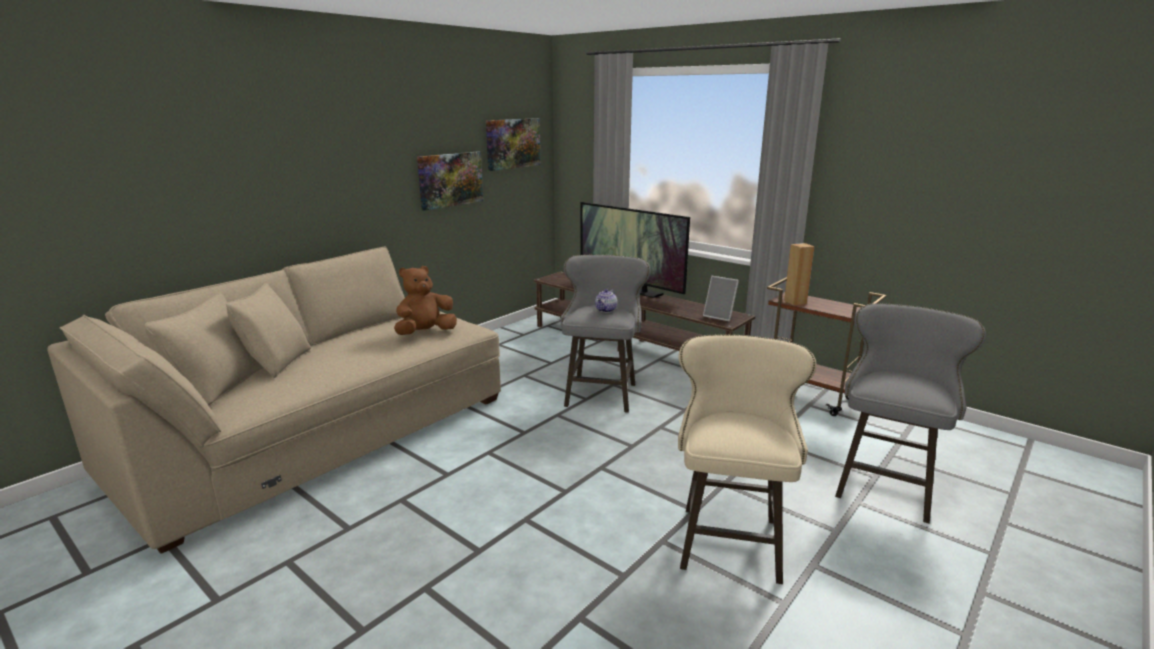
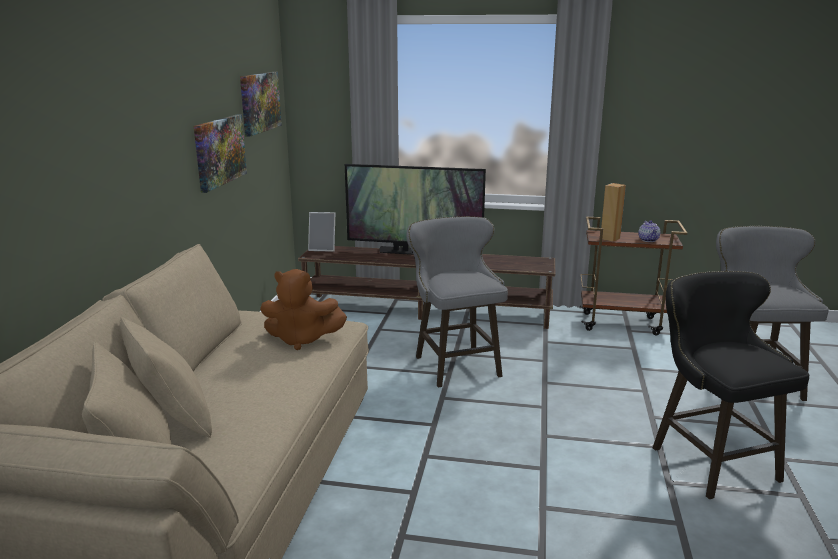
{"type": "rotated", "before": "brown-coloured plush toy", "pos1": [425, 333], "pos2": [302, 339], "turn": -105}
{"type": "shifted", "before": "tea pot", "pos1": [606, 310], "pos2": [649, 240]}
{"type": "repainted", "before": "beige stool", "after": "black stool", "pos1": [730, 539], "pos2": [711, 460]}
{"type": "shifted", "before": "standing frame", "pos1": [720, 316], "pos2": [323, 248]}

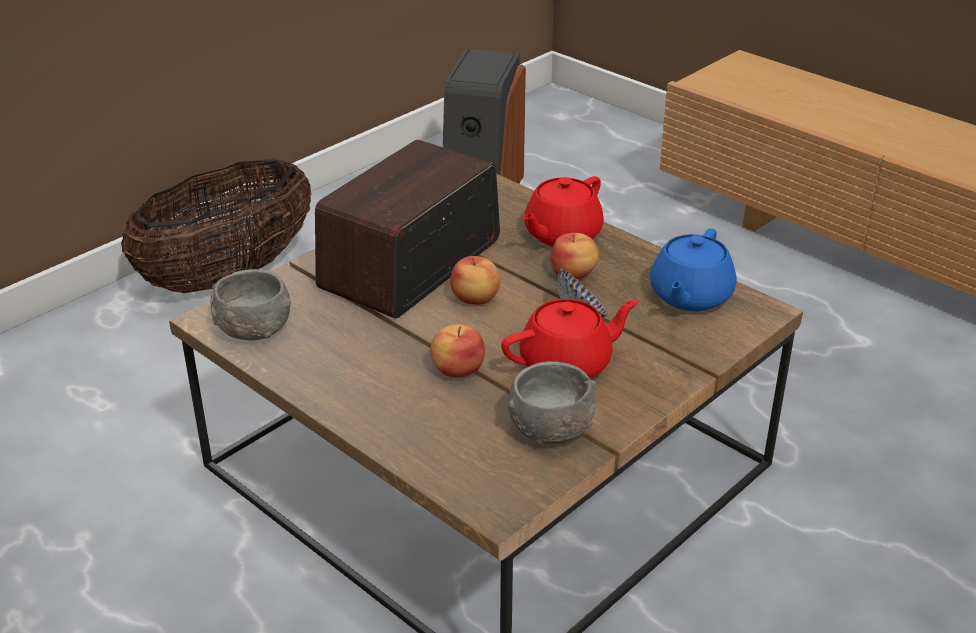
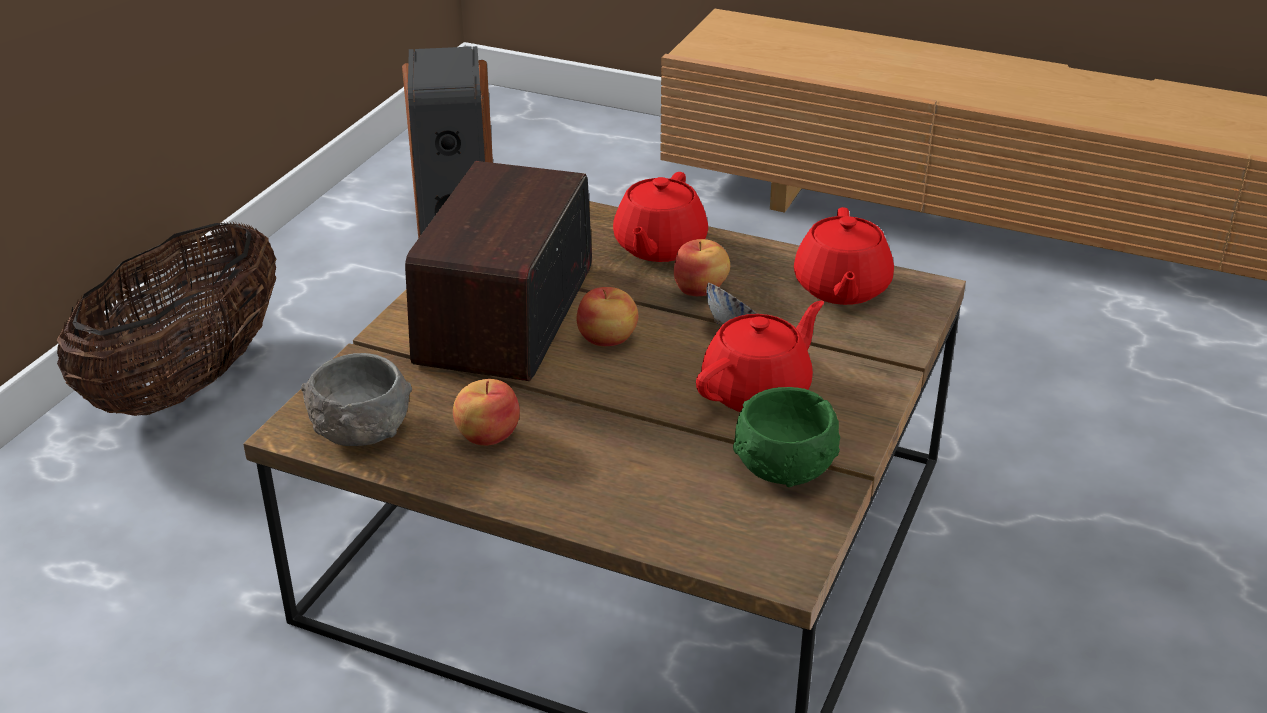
{"type": "shifted", "before": "apple fruit", "pos1": [457, 369], "pos2": [487, 435]}
{"type": "repainted", "before": "greyish deep dish", "after": "green-coloured deep dish", "pos1": [551, 428], "pos2": [785, 466]}
{"type": "repainted", "before": "bluish tea pot", "after": "reddish tea pot", "pos1": [689, 296], "pos2": [841, 288]}

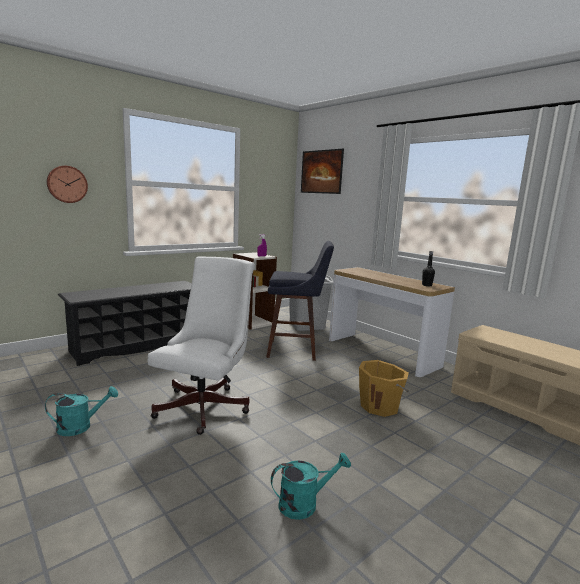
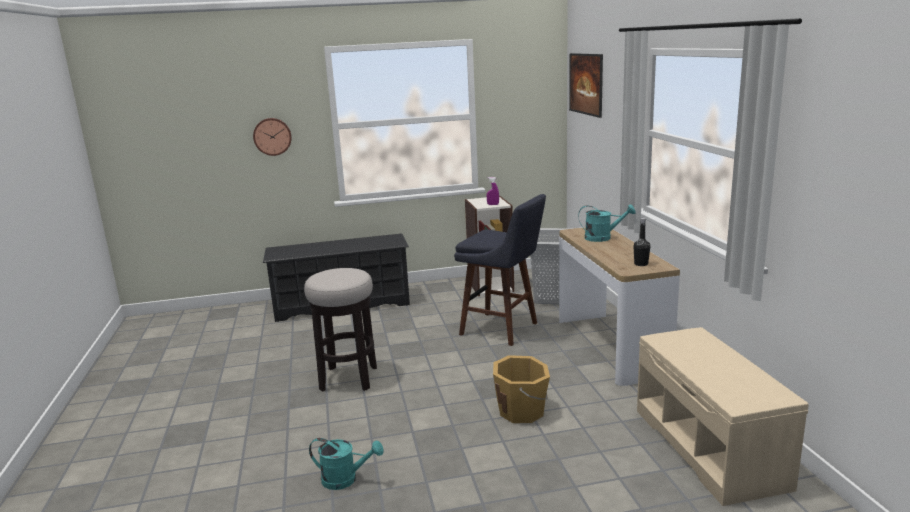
{"type": "shifted", "before": "blue-green sprinkling can", "pos1": [81, 427], "pos2": [603, 238]}
{"type": "swapped", "before": "white-coloured office chair", "after": "stool", "pos1": [206, 405], "pos2": [349, 378]}

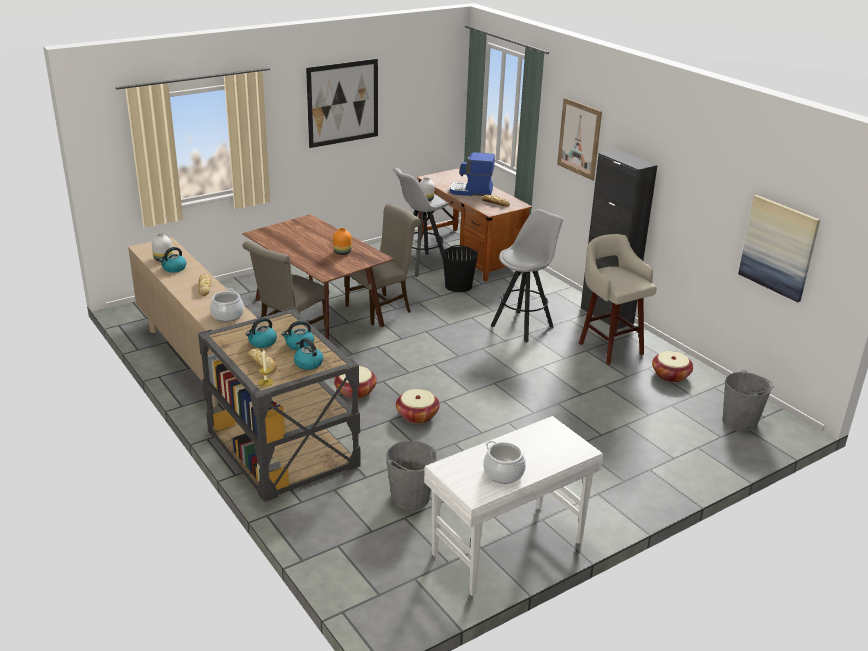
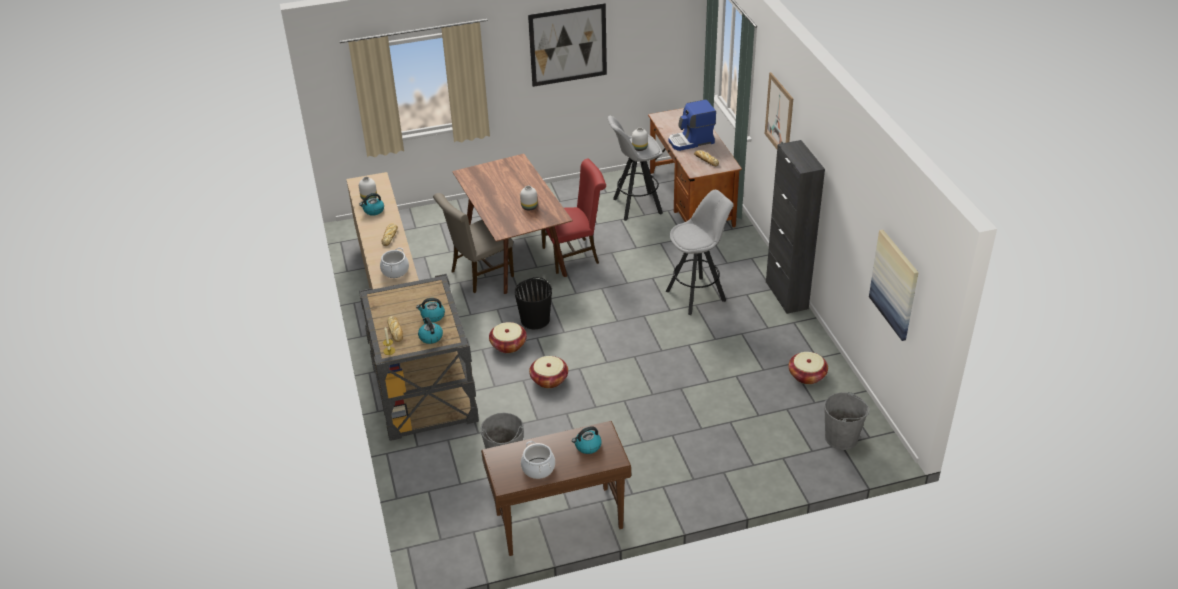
{"type": "shifted", "before": "tea kettle", "pos1": [262, 342], "pos2": [587, 446]}
{"type": "repainted", "before": "orange-coloured flower vase", "after": "white-coloured flower vase", "pos1": [343, 252], "pos2": [529, 207]}
{"type": "repainted", "before": "beige plain chair", "after": "reddish plain chair", "pos1": [381, 308], "pos2": [574, 254]}
{"type": "repainted", "before": "white-coloured console table", "after": "brown-coloured console table", "pos1": [507, 549], "pos2": [558, 522]}
{"type": "shifted", "before": "black water bucket", "pos1": [458, 286], "pos2": [535, 319]}
{"type": "rotated", "before": "coffee machine", "pos1": [471, 192], "pos2": [691, 141], "turn": -45}
{"type": "gone", "before": "beige stool", "pos1": [609, 347]}

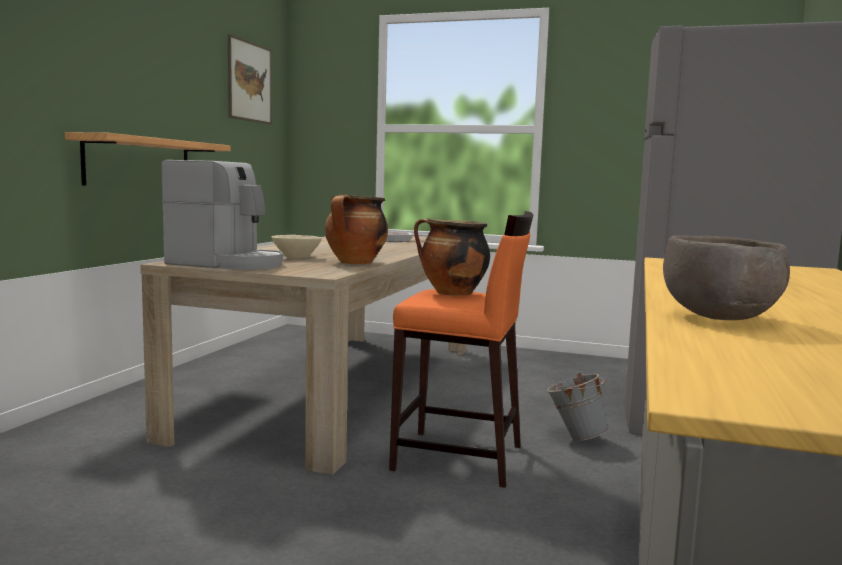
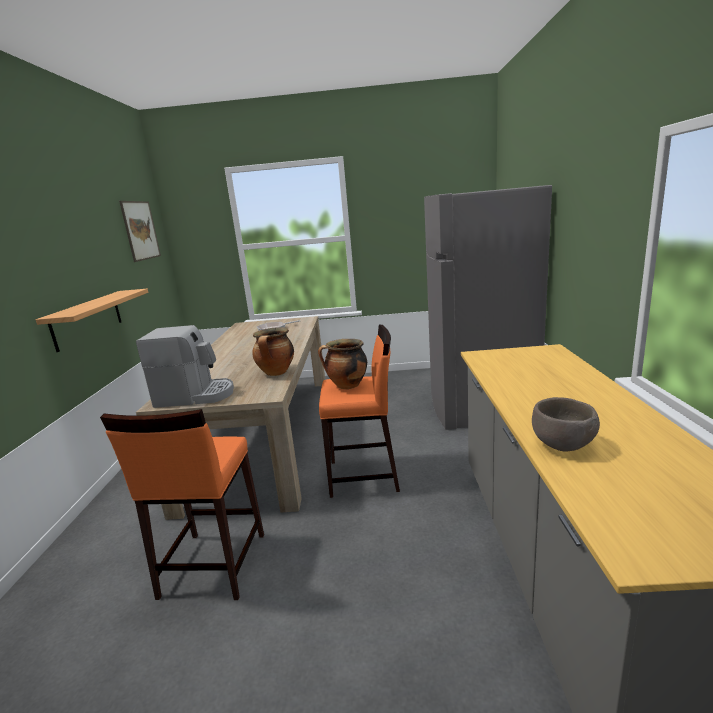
{"type": "gone", "before": "beige deep dish", "pos1": [297, 257]}
{"type": "gone", "before": "greyish water bucket", "pos1": [574, 438]}
{"type": "new", "after": "orange-coloured stool", "pos2": [212, 565]}

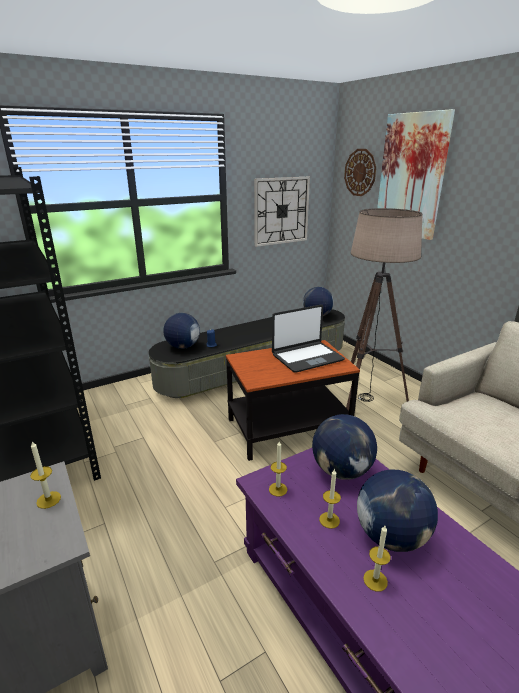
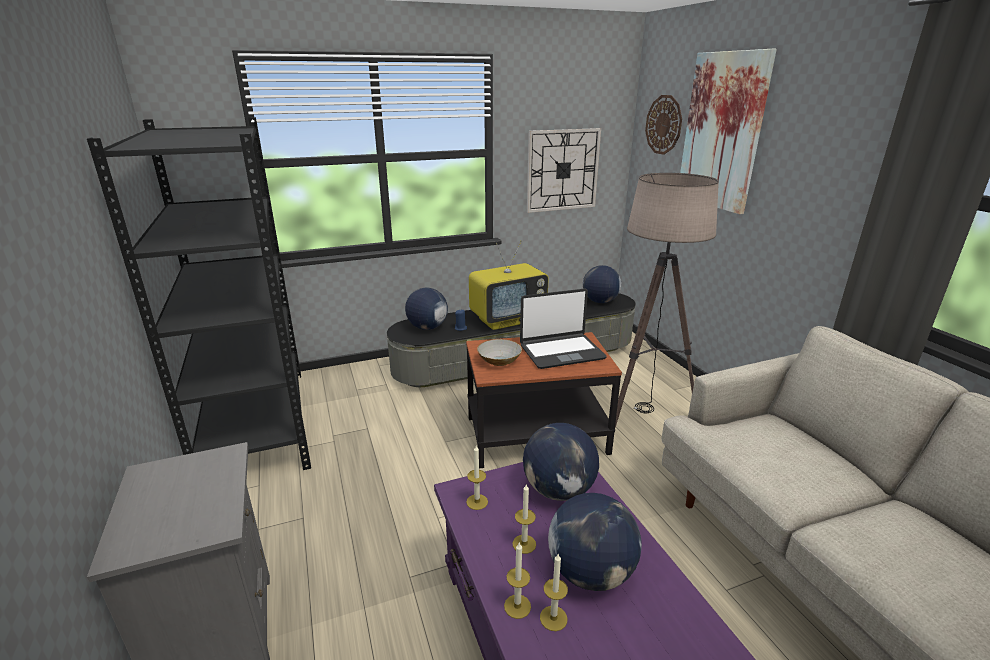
{"type": "shifted", "before": "wax candle", "pos1": [48, 500], "pos2": [517, 606]}
{"type": "new", "after": "TV set", "pos2": [508, 319]}
{"type": "new", "after": "deep dish", "pos2": [499, 361]}

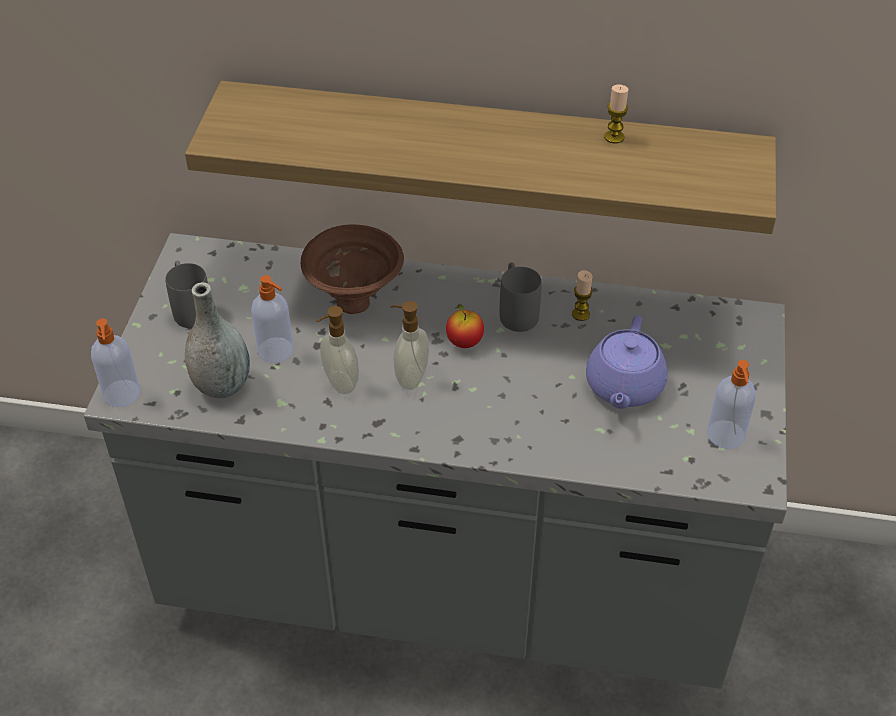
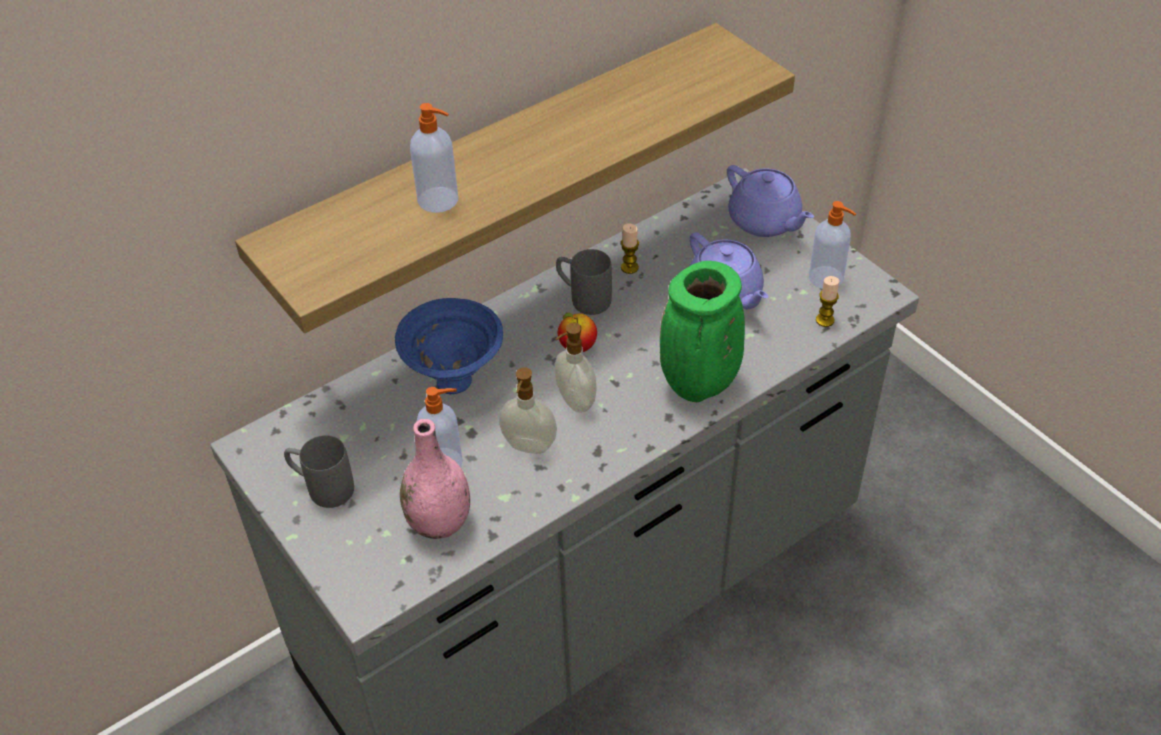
{"type": "shifted", "before": "soap bottle", "pos1": [122, 394], "pos2": [439, 200]}
{"type": "repainted", "before": "greyish flower vase", "after": "pink-coloured flower vase", "pos1": [222, 386], "pos2": [439, 523]}
{"type": "repainted", "before": "brown-coloured deep dish", "after": "bluish deep dish", "pos1": [356, 302], "pos2": [454, 379]}
{"type": "shifted", "before": "wax candle", "pos1": [614, 137], "pos2": [825, 320]}
{"type": "new", "after": "green-coloured flower vase", "pos2": [699, 386]}
{"type": "new", "after": "purple-coloured tea pot", "pos2": [765, 222]}

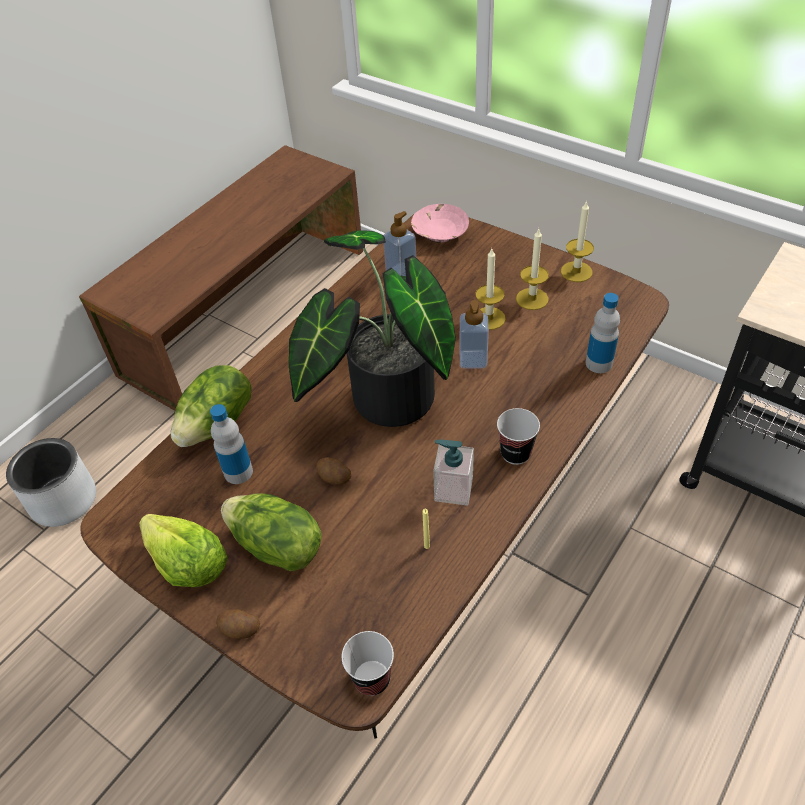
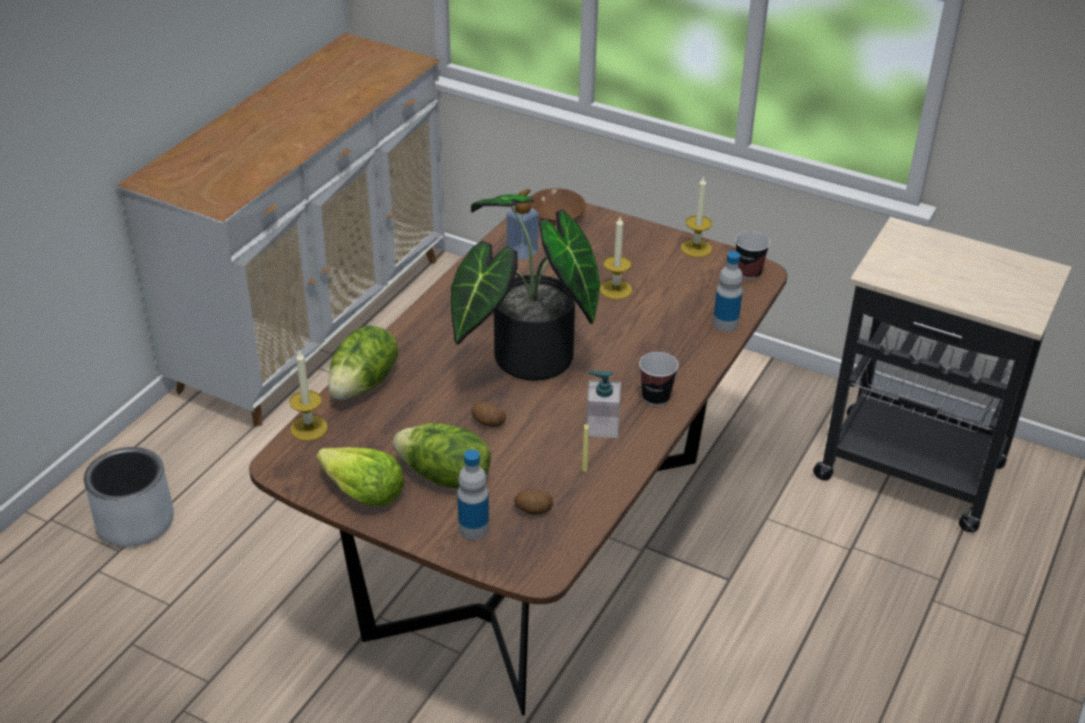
{"type": "swapped", "before": "brown-coloured bench", "after": "cupboard", "pos1": [246, 308], "pos2": [314, 322]}
{"type": "shifted", "before": "beverage bottle", "pos1": [238, 472], "pos2": [473, 529]}
{"type": "shifted", "before": "whole potato", "pos1": [239, 630], "pos2": [533, 510]}
{"type": "shifted", "before": "small cup", "pos1": [372, 679], "pos2": [748, 272]}
{"type": "repainted", "before": "pink-coloured deep dish", "after": "brown-coloured deep dish", "pos1": [439, 232], "pos2": [555, 216]}
{"type": "gone", "before": "soap bottle", "pos1": [473, 359]}
{"type": "shifted", "before": "wax candle", "pos1": [532, 299], "pos2": [309, 428]}

